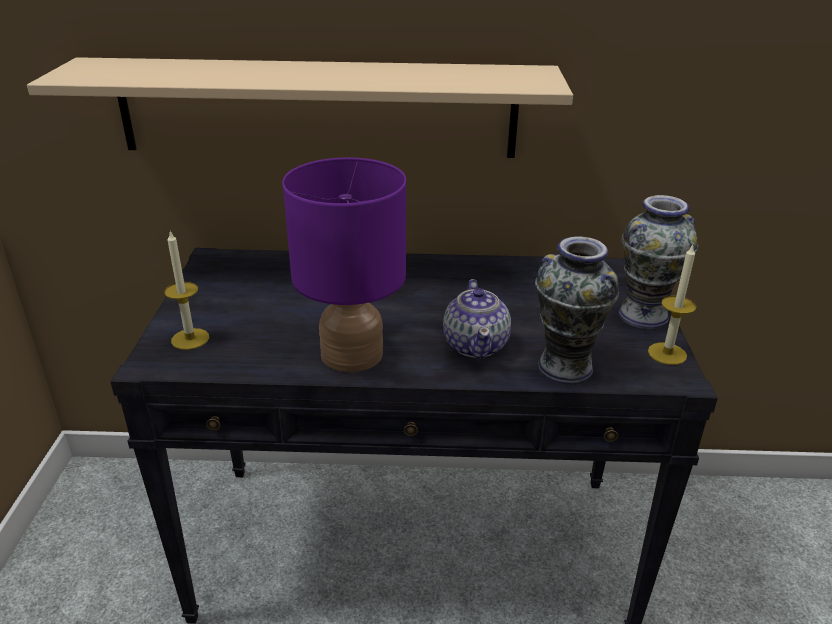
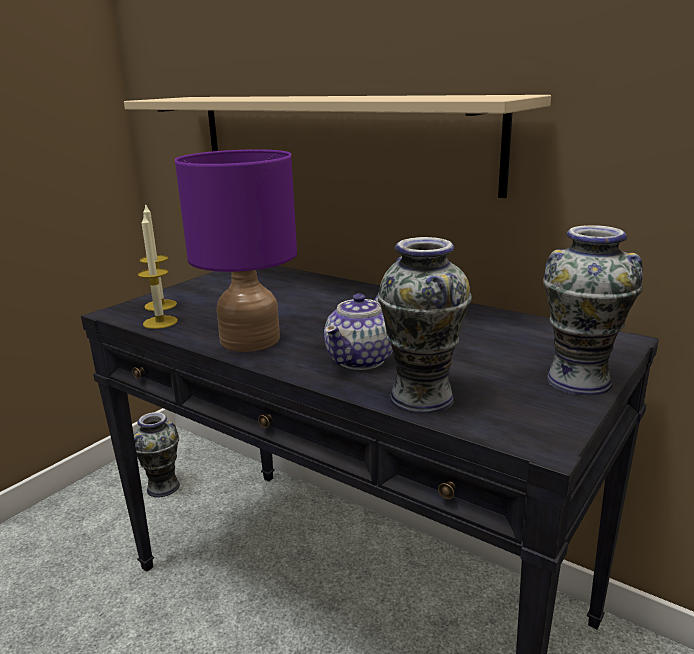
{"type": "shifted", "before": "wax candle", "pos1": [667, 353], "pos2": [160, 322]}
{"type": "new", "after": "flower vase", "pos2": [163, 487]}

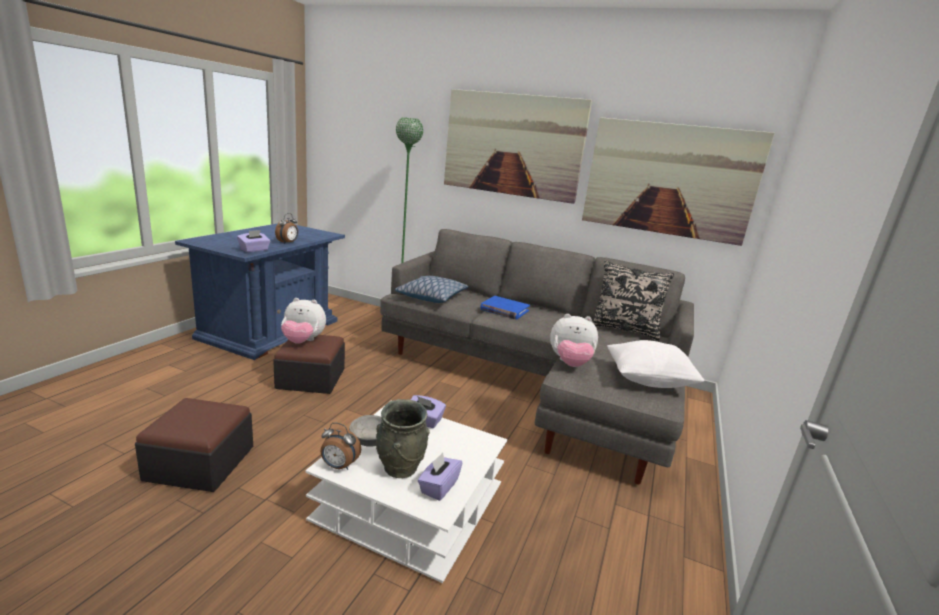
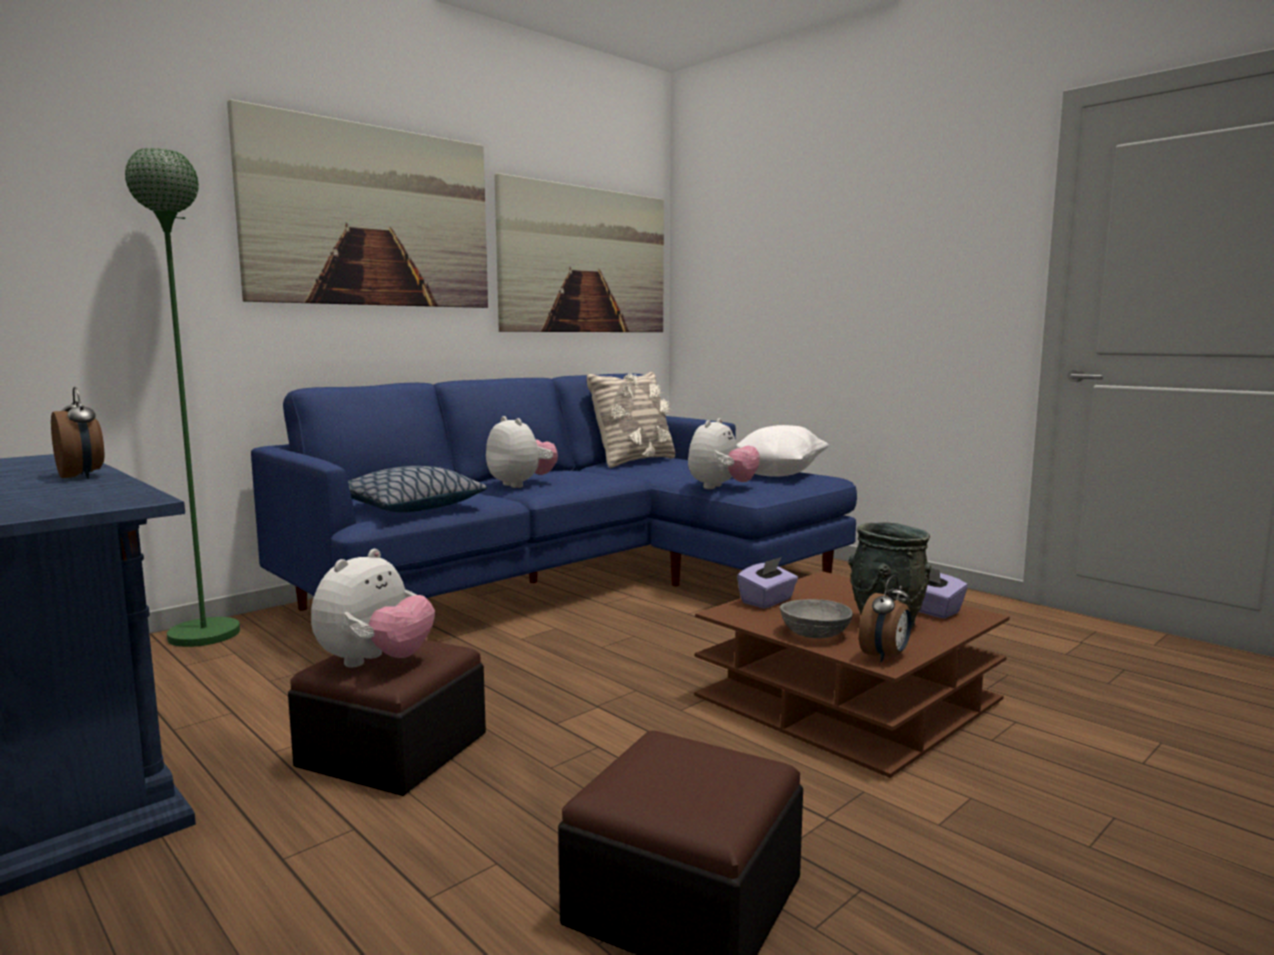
{"type": "gone", "before": "purple-coloured tissue box", "pos1": [254, 250]}
{"type": "repainted", "before": "white-coloured lounge table", "after": "brown-coloured lounge table", "pos1": [410, 502], "pos2": [847, 700]}
{"type": "repainted", "before": "greyish settee", "after": "bluish settee", "pos1": [536, 381], "pos2": [575, 582]}
{"type": "swapped", "before": "bluish volume", "after": "plush toy", "pos1": [504, 310], "pos2": [521, 485]}
{"type": "repainted", "before": "black throw pillow", "after": "beige throw pillow", "pos1": [624, 330], "pos2": [634, 462]}

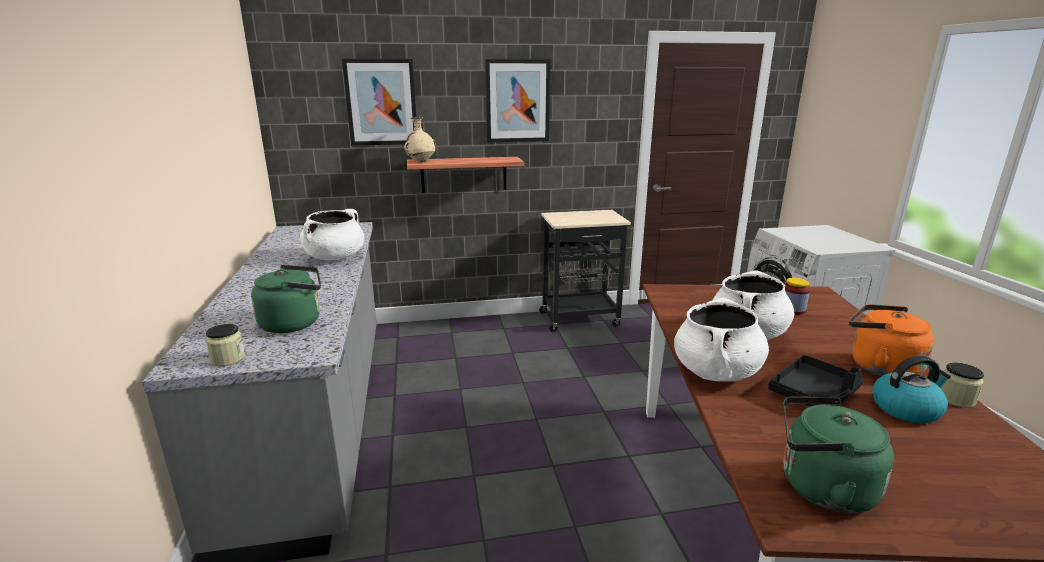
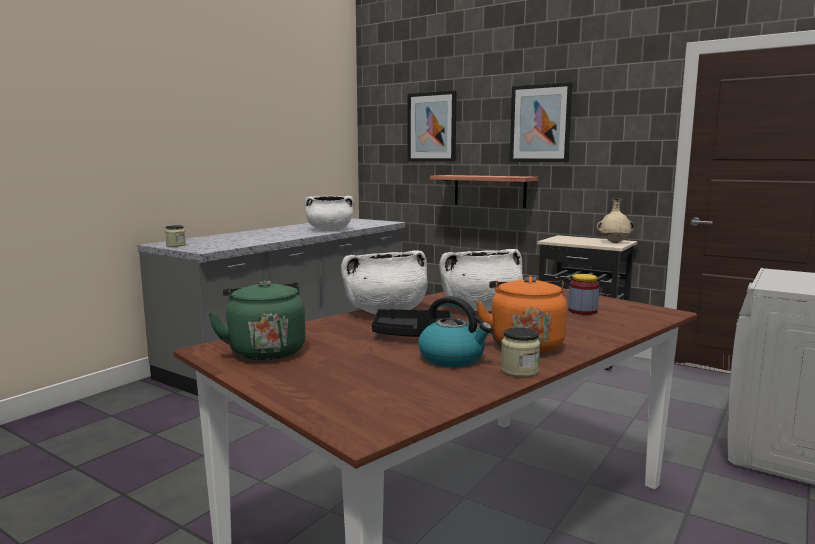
{"type": "gone", "before": "green-coloured tea kettle", "pos1": [295, 323]}
{"type": "shifted", "before": "beige flower vase", "pos1": [421, 162], "pos2": [614, 242]}

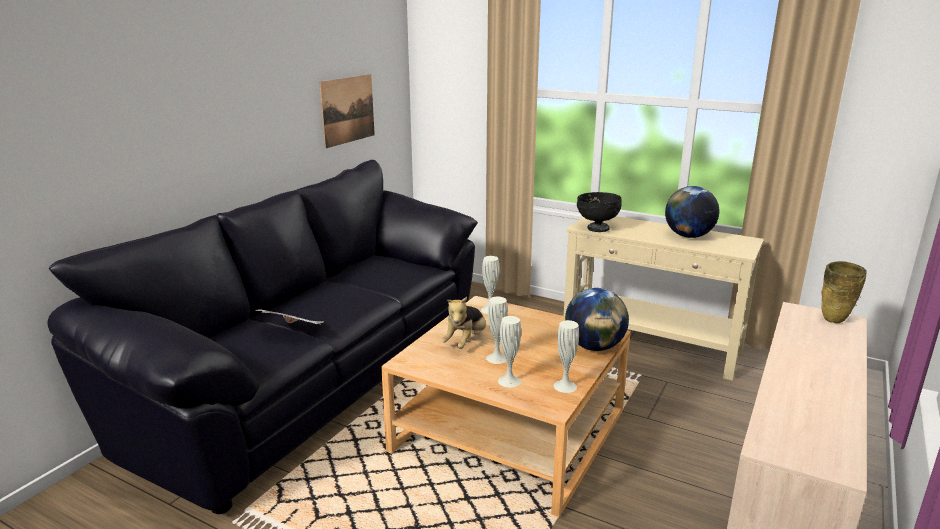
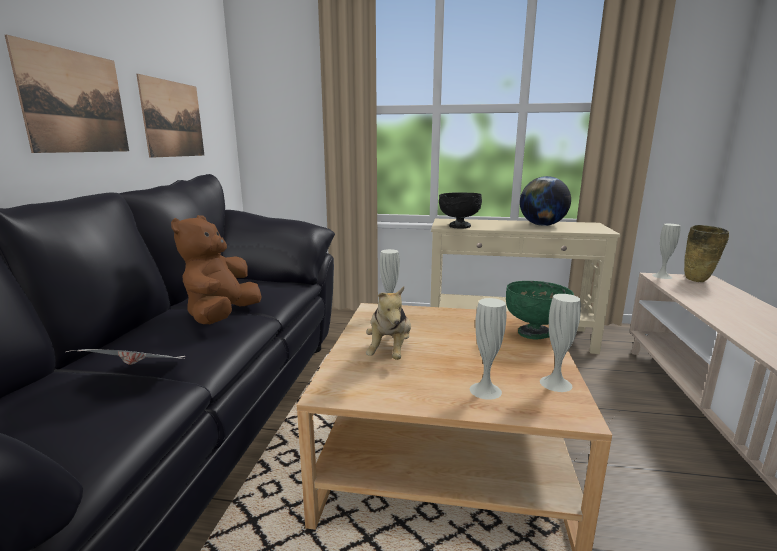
{"type": "shifted", "before": "white-coloured flower vase", "pos1": [496, 358], "pos2": [662, 276]}
{"type": "swapped", "before": "globe", "after": "green-coloured deep dish", "pos1": [594, 347], "pos2": [534, 333]}
{"type": "new", "after": "picture", "pos2": [75, 102]}
{"type": "new", "after": "brown-coloured plush toy", "pos2": [222, 317]}

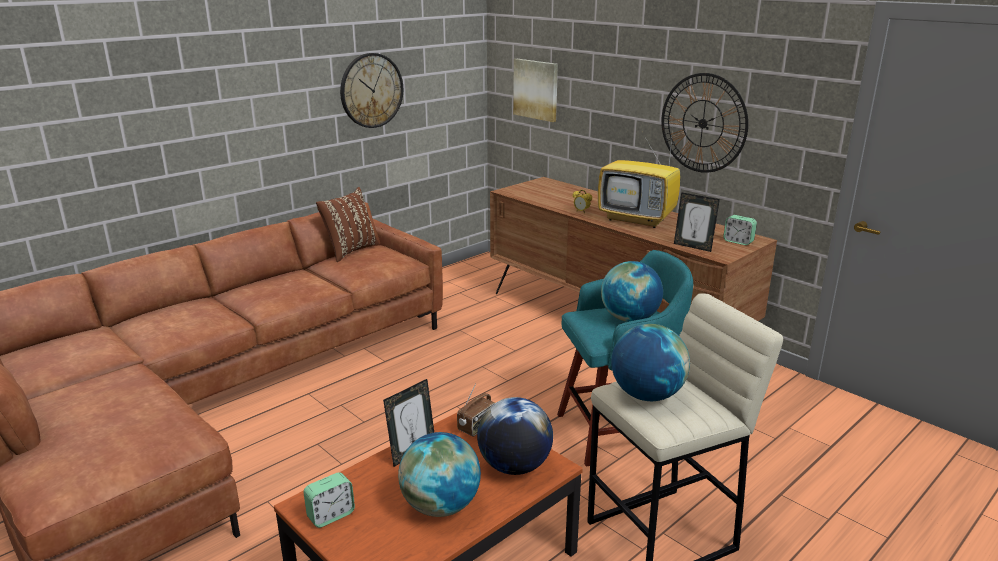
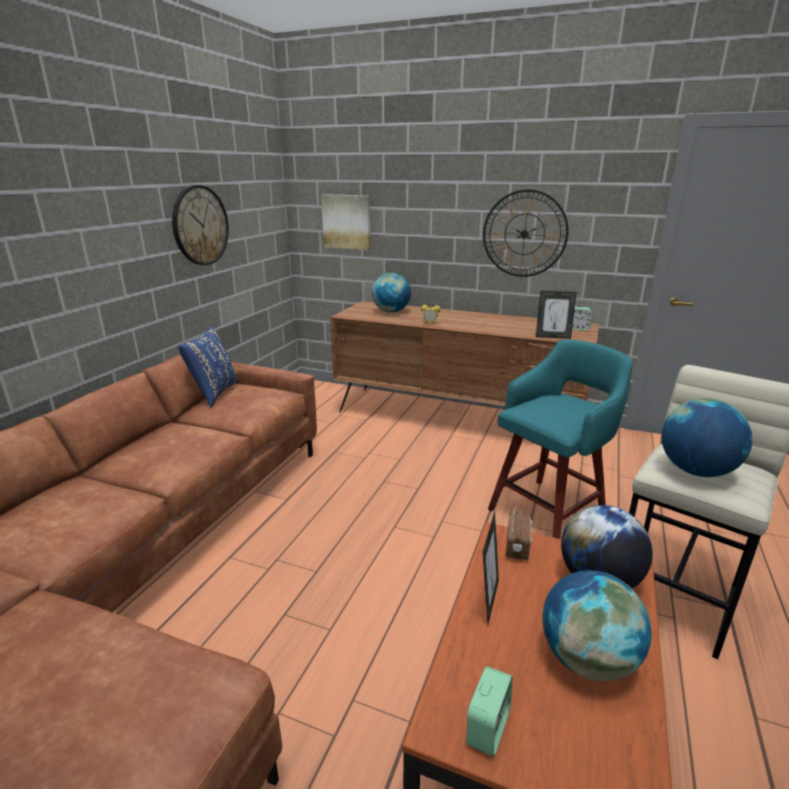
{"type": "repainted", "before": "brown-coloured throw pillow", "after": "bluish throw pillow", "pos1": [349, 250], "pos2": [213, 393]}
{"type": "gone", "before": "TV set", "pos1": [638, 220]}
{"type": "shifted", "before": "globe", "pos1": [629, 319], "pos2": [391, 312]}

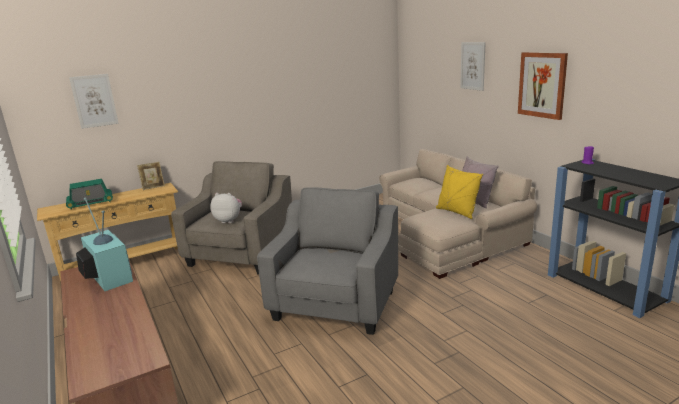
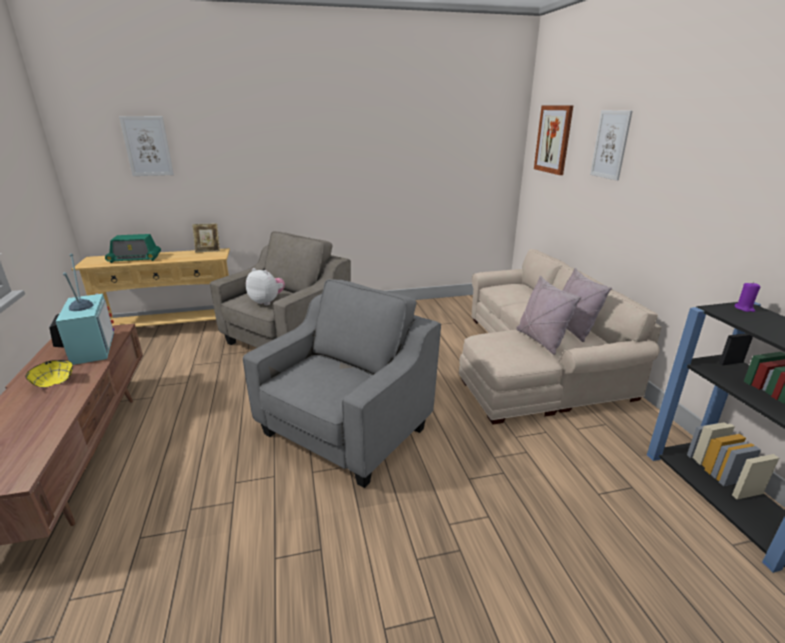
{"type": "repainted", "before": "yellow-coloured throw pillow", "after": "purple-coloured throw pillow", "pos1": [457, 212], "pos2": [540, 340]}
{"type": "shifted", "before": "picture", "pos1": [542, 85], "pos2": [553, 139]}
{"type": "new", "after": "yellow-coloured deep dish", "pos2": [53, 382]}

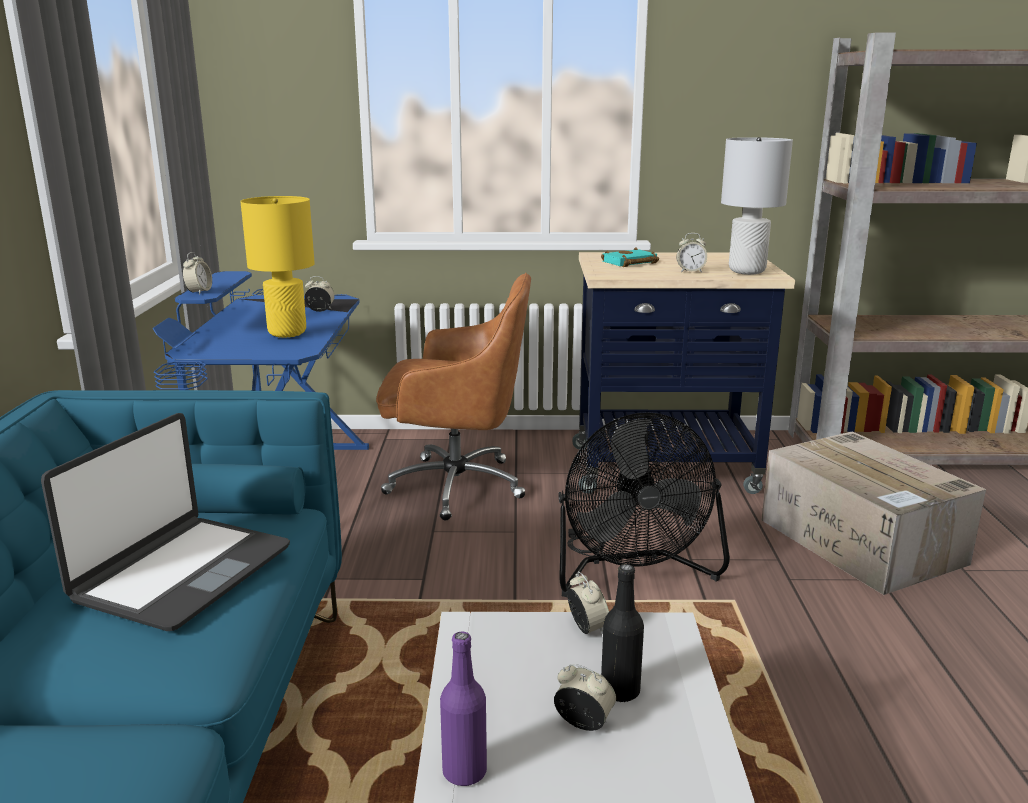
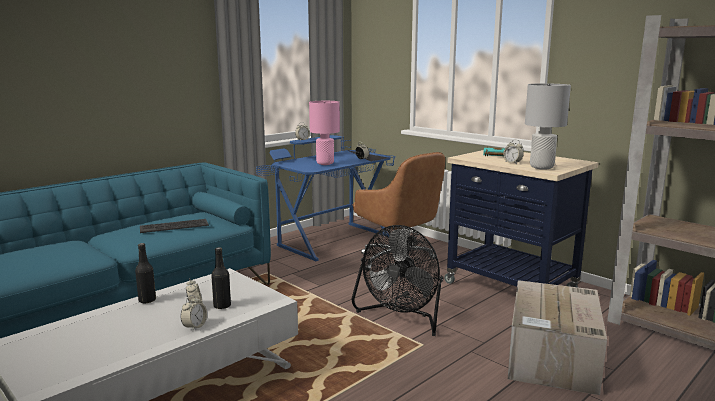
{"type": "swapped", "before": "notebook computer", "after": "keyboard", "pos1": [182, 573], "pos2": [174, 226]}
{"type": "repainted", "before": "yellow-coloured tabletop lamp", "after": "pink-coloured tabletop lamp", "pos1": [288, 335], "pos2": [325, 164]}
{"type": "repainted", "before": "purple-coloured beverage bottle", "after": "black beverage bottle", "pos1": [464, 772], "pos2": [147, 300]}
{"type": "shifted", "before": "table clock", "pos1": [587, 628], "pos2": [194, 327]}

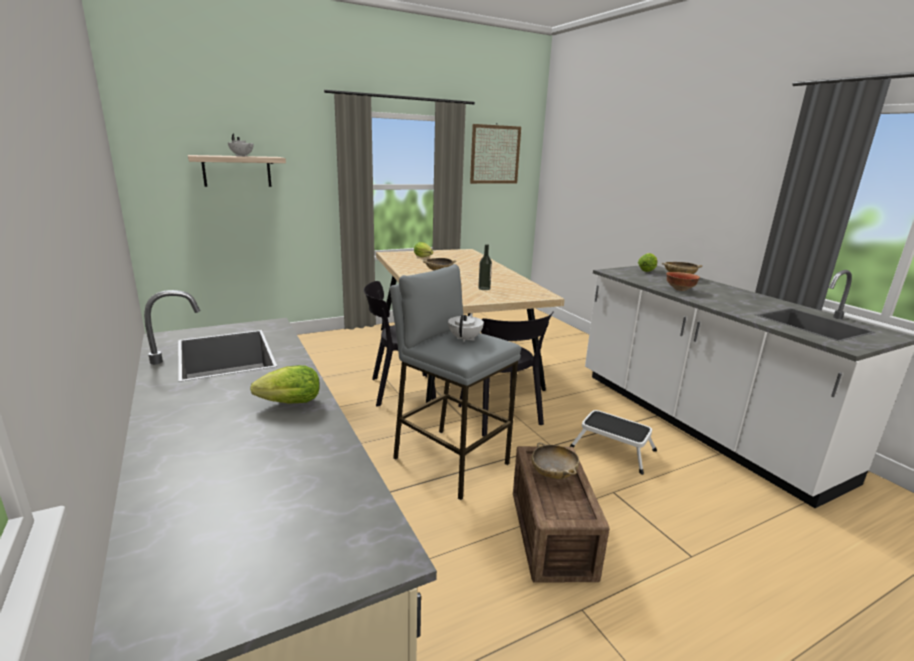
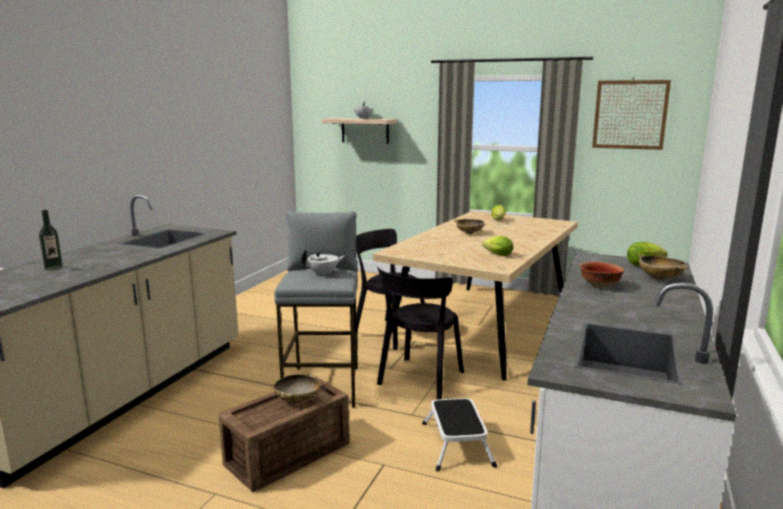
{"type": "shifted", "before": "lettuce", "pos1": [286, 403], "pos2": [496, 254]}
{"type": "shifted", "before": "beverage bottle", "pos1": [484, 288], "pos2": [53, 268]}

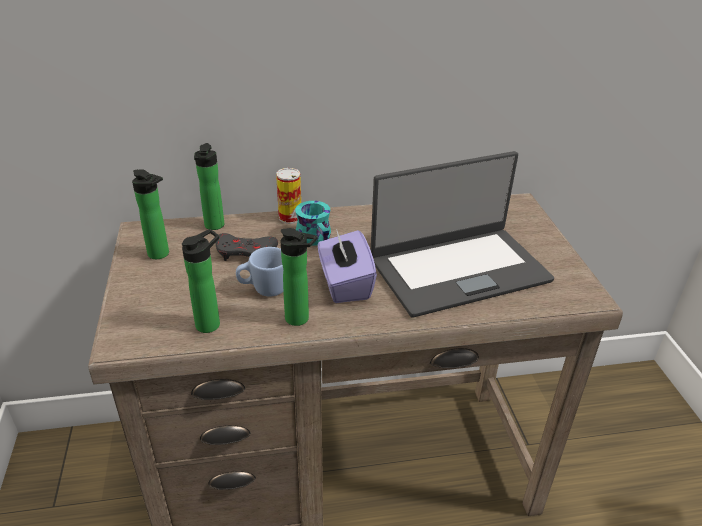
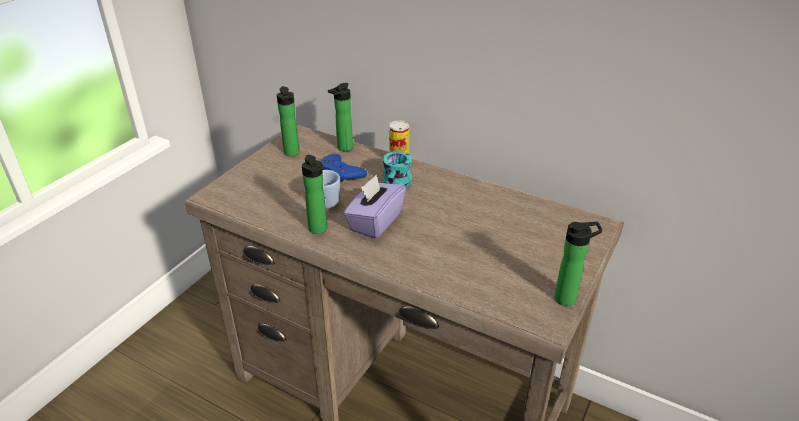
{"type": "shifted", "before": "beverage bottle", "pos1": [211, 323], "pos2": [568, 298]}
{"type": "repainted", "before": "greyish game controller", "after": "bluish game controller", "pos1": [245, 252], "pos2": [341, 173]}
{"type": "gone", "before": "notebook computer", "pos1": [458, 269]}

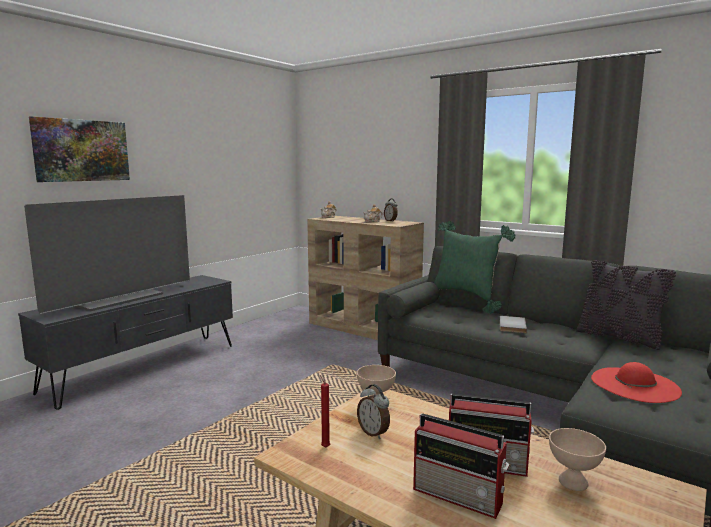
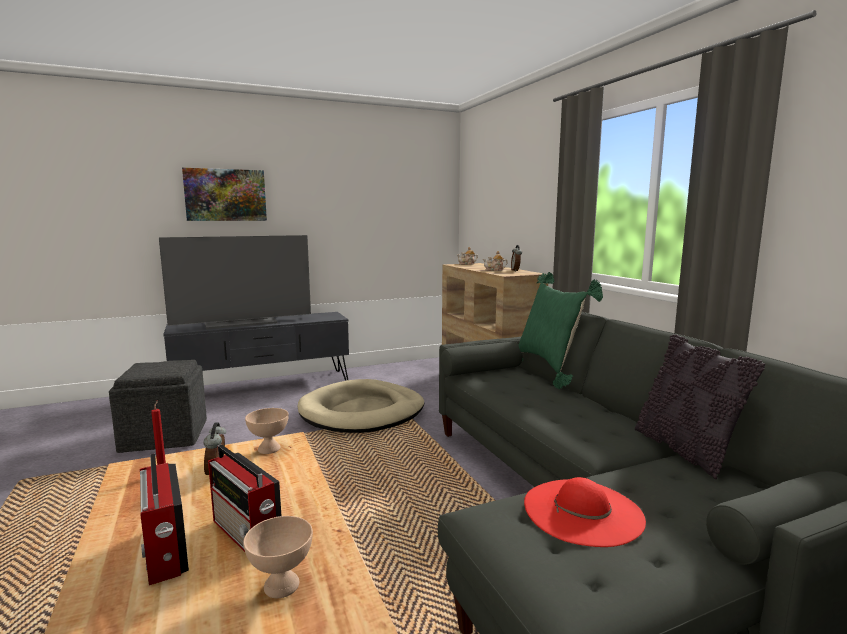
{"type": "gone", "before": "greyish volume", "pos1": [511, 326]}
{"type": "new", "after": "greyish ottoman", "pos2": [164, 436]}
{"type": "new", "after": "beige dog bed", "pos2": [362, 412]}

